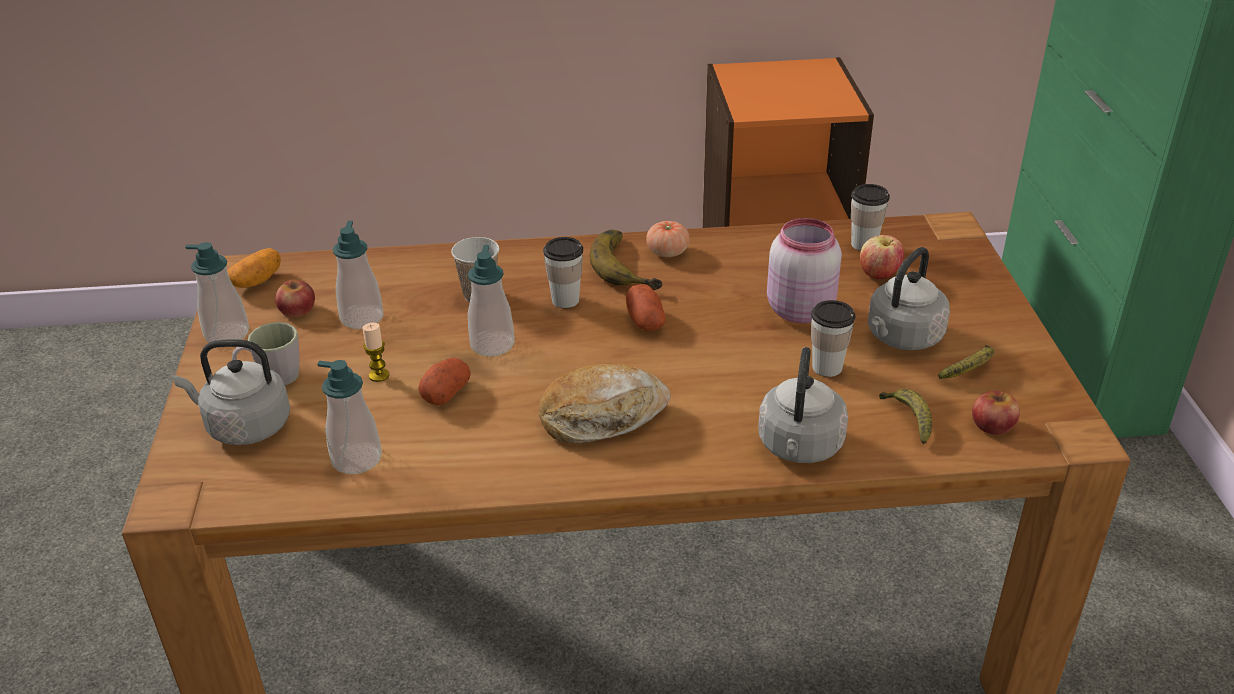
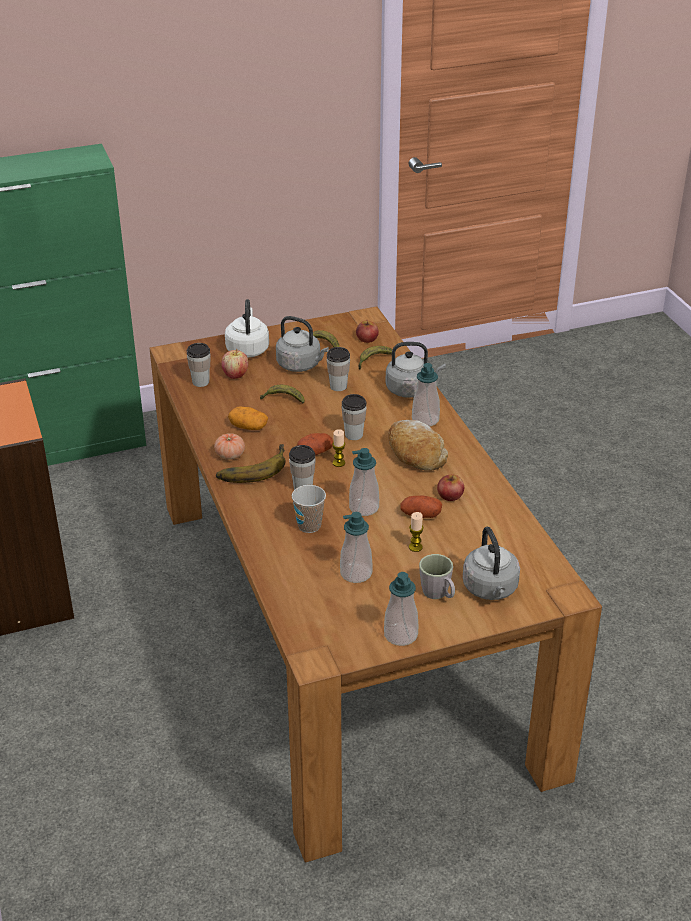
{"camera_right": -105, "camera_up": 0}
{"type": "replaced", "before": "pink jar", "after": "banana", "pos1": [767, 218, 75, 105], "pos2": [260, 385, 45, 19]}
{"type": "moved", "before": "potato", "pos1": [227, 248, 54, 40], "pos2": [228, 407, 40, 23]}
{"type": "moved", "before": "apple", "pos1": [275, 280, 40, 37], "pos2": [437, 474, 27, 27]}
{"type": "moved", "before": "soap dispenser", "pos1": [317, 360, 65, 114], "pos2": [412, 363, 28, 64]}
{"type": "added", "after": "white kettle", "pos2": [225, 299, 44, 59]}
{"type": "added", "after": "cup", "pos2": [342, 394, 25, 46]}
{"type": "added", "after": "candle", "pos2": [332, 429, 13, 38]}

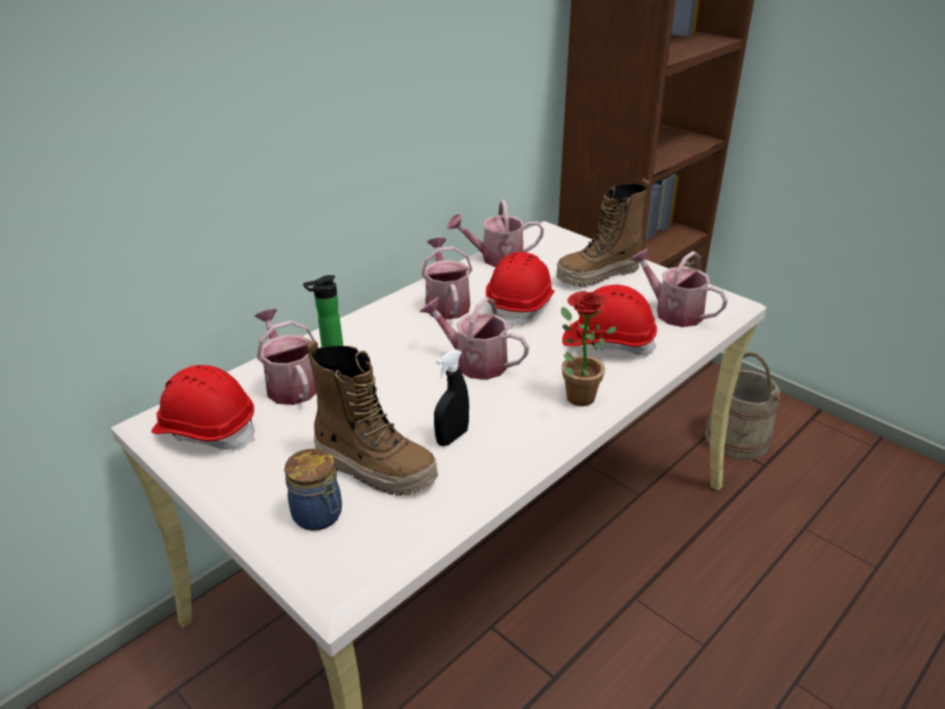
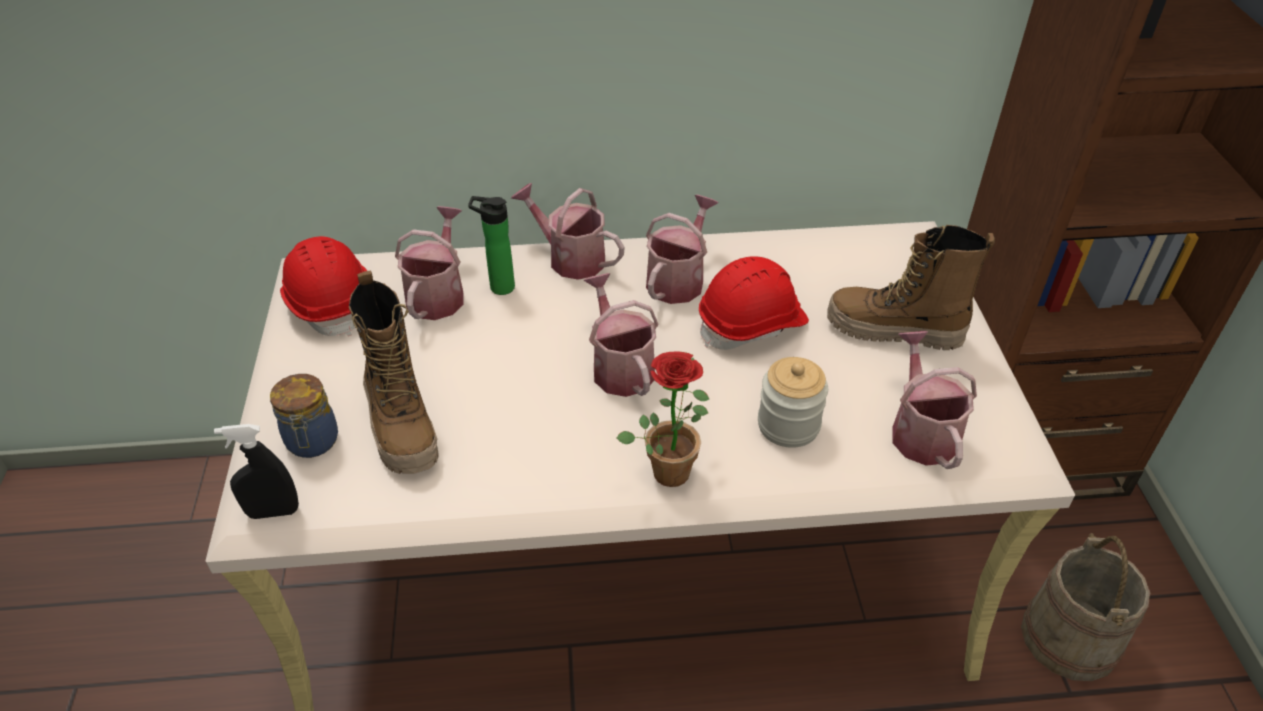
{"camera_right": 40, "camera_up": 10}
{"type": "moved", "before": "watering can", "pos1": [447, 199, 97, 68], "pos2": [511, 183, 114, 97]}
{"type": "replaced", "before": "red hard hat", "after": "jar", "pos1": [562, 285, 95, 71], "pos2": [758, 357, 70, 91]}
{"type": "moved", "before": "black spray bottle", "pos1": [434, 349, 35, 97], "pos2": [214, 424, 85, 95]}

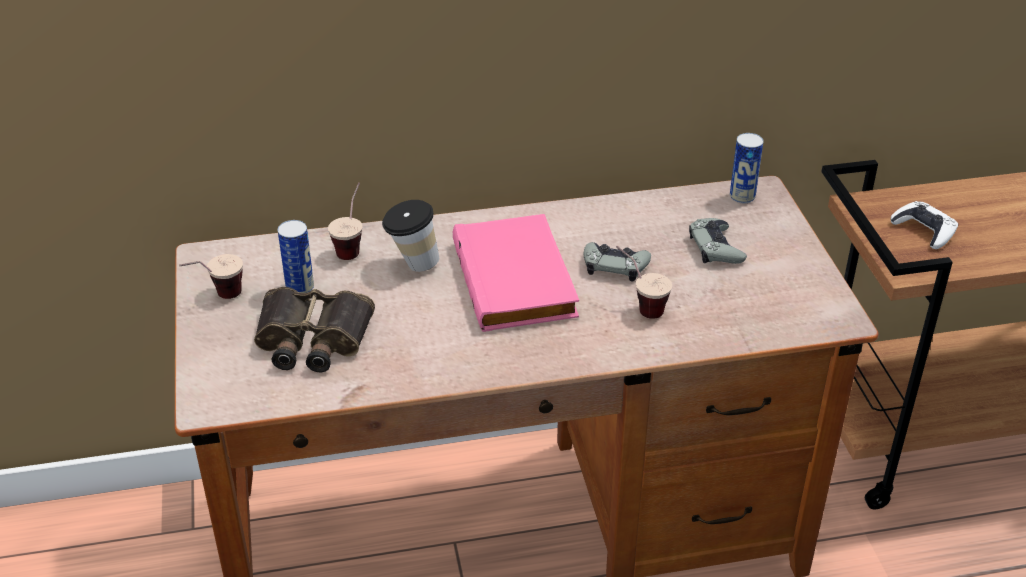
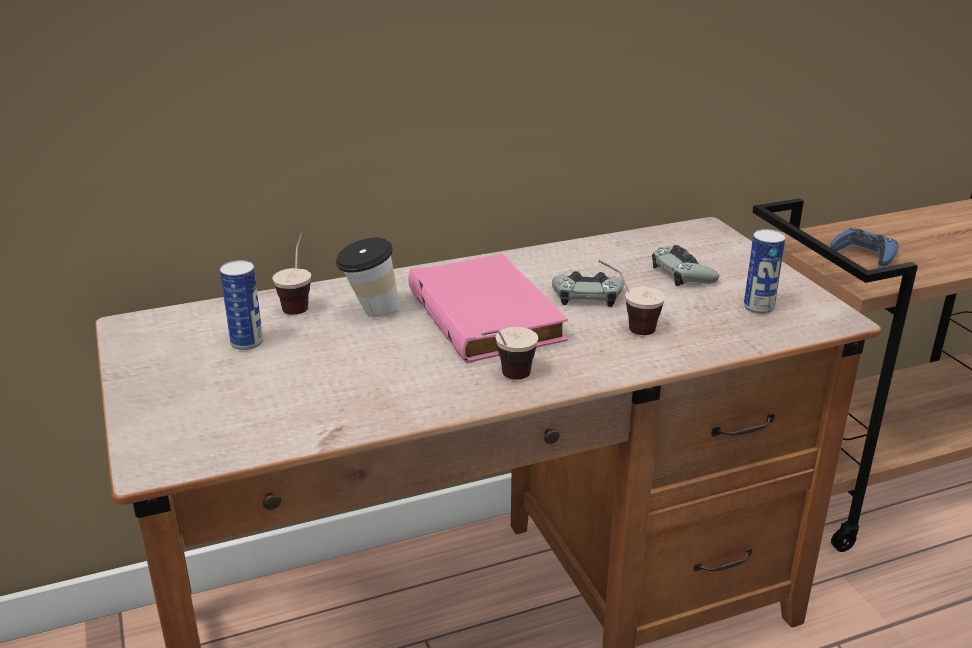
{"camera_right": -10, "camera_up": -10}
{"type": "moved", "before": "can", "pos1": [730, 133, 34, 70], "pos2": [744, 229, 42, 85]}
{"type": "recoloured", "before": "white game controller", "after": "blue game controller", "pos1": [891, 201, 67, 48], "pos2": [830, 228, 68, 38]}
{"type": "moved", "before": "cup", "pos1": [179, 254, 64, 45], "pos2": [481, 327, 57, 53]}
{"type": "removed", "before": "binoculars", "pos1": [254, 287, 121, 86]}

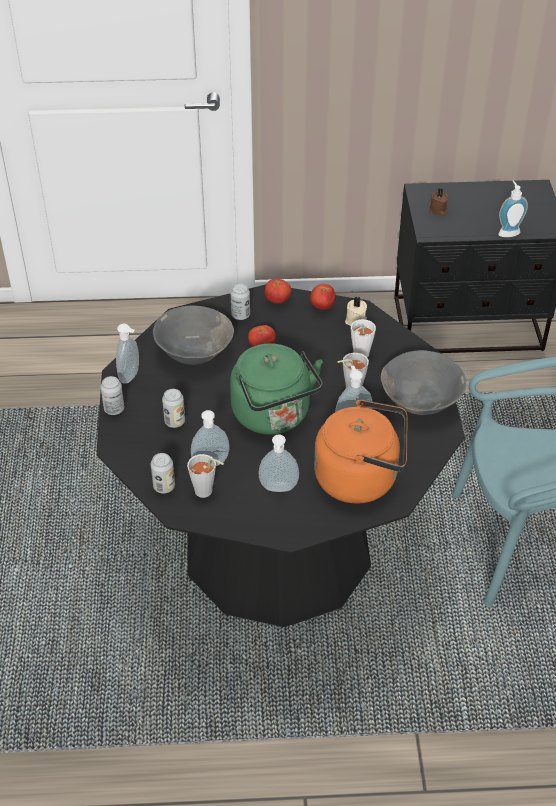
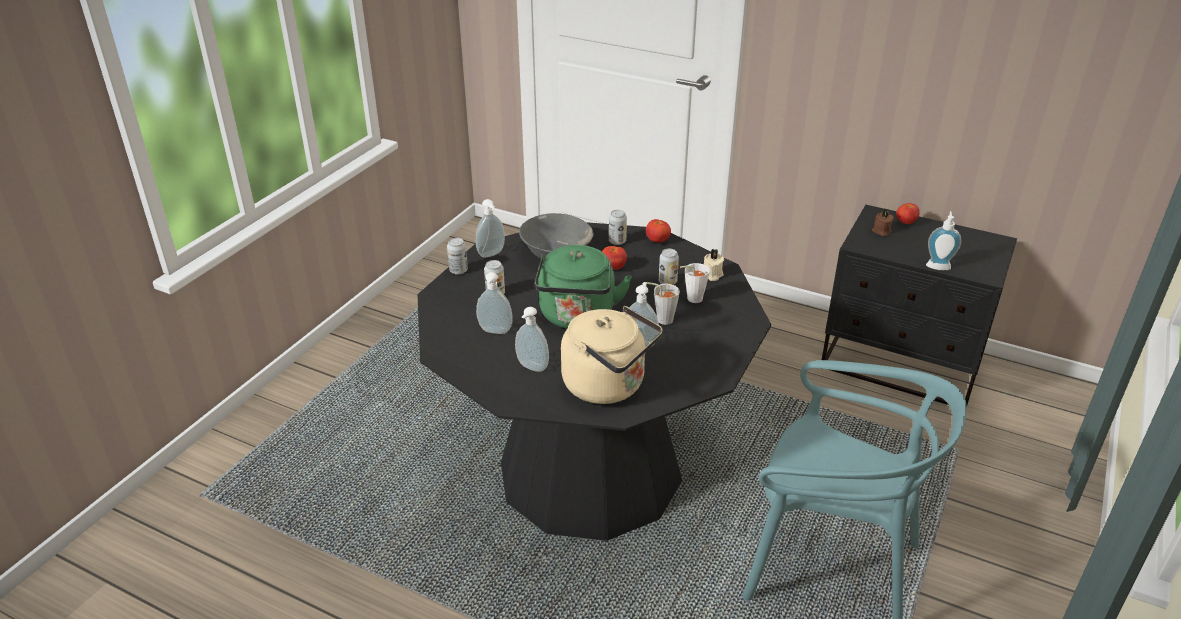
{"camera_right": 30, "camera_up": -10}
{"type": "moved", "before": "tomato", "pos1": [310, 284, 25, 26], "pos2": [896, 203, 24, 21]}
{"type": "removed", "before": "grey bowl", "pos1": [381, 350, 85, 65]}
{"type": "recoloured", "before": "orange kettle", "after": "beige kettle", "pos1": [314, 400, 94, 104], "pos2": [561, 306, 102, 98]}
{"type": "moved", "before": "can", "pos1": [151, 453, 24, 40], "pos2": [659, 249, 20, 36]}
{"type": "removed", "before": "grey cup", "pos1": [187, 454, 37, 44]}

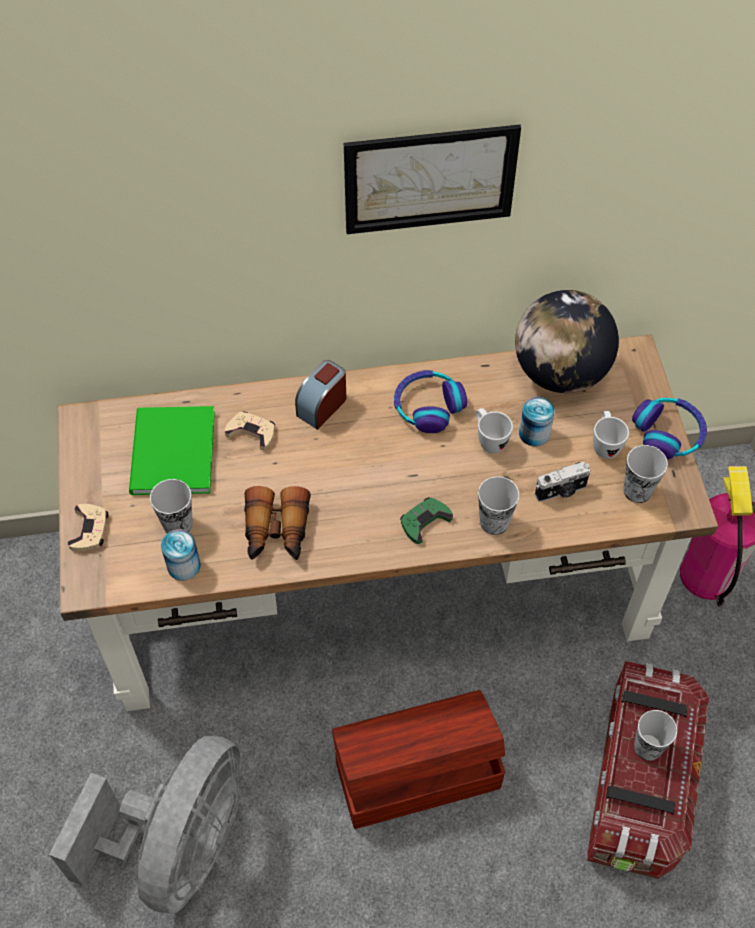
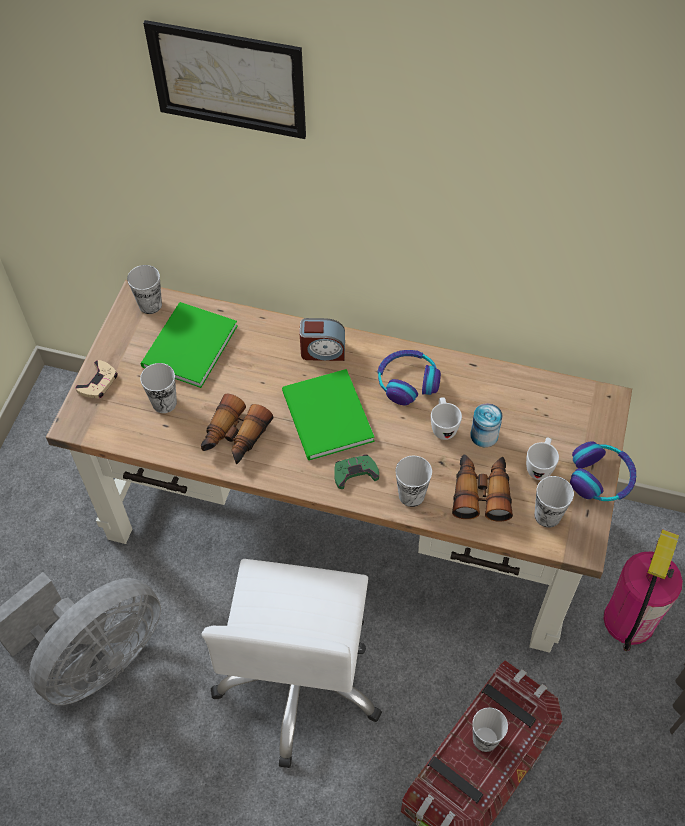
{"camera_right": 25, "camera_up": 0}
{"type": "moved", "before": "picture", "pos1": [344, 125, 177, 109], "pos2": [143, 20, 163, 119]}
{"type": "removed", "before": "globe", "pos1": [515, 290, 104, 103]}
{"type": "turned", "before": "alarm clock", "pos1": [295, 360, 51, 70], "pos2": [299, 318, 46, 43], "turn": -150}
{"type": "removed", "before": "beige game controller", "pos1": [225, 411, 50, 39]}
{"type": "replaced", "before": "photo camera", "after": "binoculars", "pos1": [535, 462, 56, 40], "pos2": [452, 454, 61, 68]}
{"type": "removed", "before": "can", "pos1": [161, 529, 40, 52]}
{"type": "replaced", "before": "brown storage box", "after": "white office chair", "pos1": [332, 690, 174, 139], "pos2": [201, 559, 181, 209]}
{"type": "added", "after": "cup", "pos2": [127, 265, 35, 49]}
{"type": "added", "after": "green book", "pos2": [282, 369, 92, 92]}

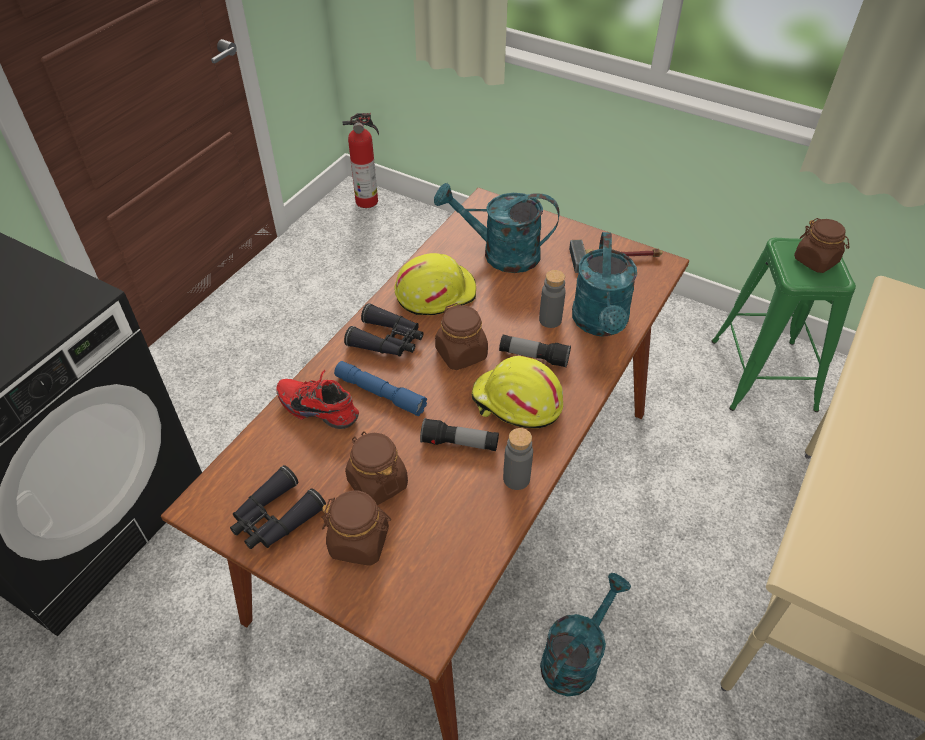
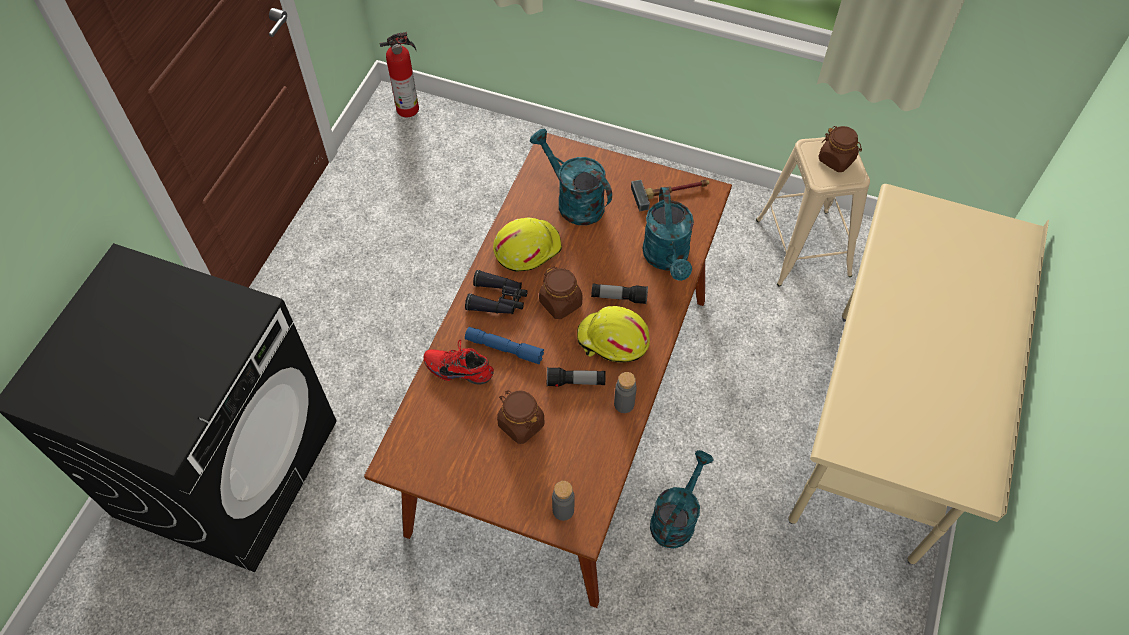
{"camera_right": -10, "camera_up": 10}
{"type": "turned", "before": "turquoise watering can", "pos1": [434, 183, 126, 90], "pos2": [530, 129, 82, 96], "turn": 45}
{"type": "recoloured", "before": "green stool", "after": "beige stool", "pos1": [712, 238, 144, 174], "pos2": [756, 137, 114, 150]}
{"type": "moved", "before": "grey bottle", "pos1": [539, 270, 27, 58], "pos2": [552, 481, 23, 40]}
{"type": "removed", "before": "black binoculars", "pos1": [230, 465, 96, 84]}
{"type": "removed", "before": "brown jar", "pos1": [321, 491, 70, 75]}

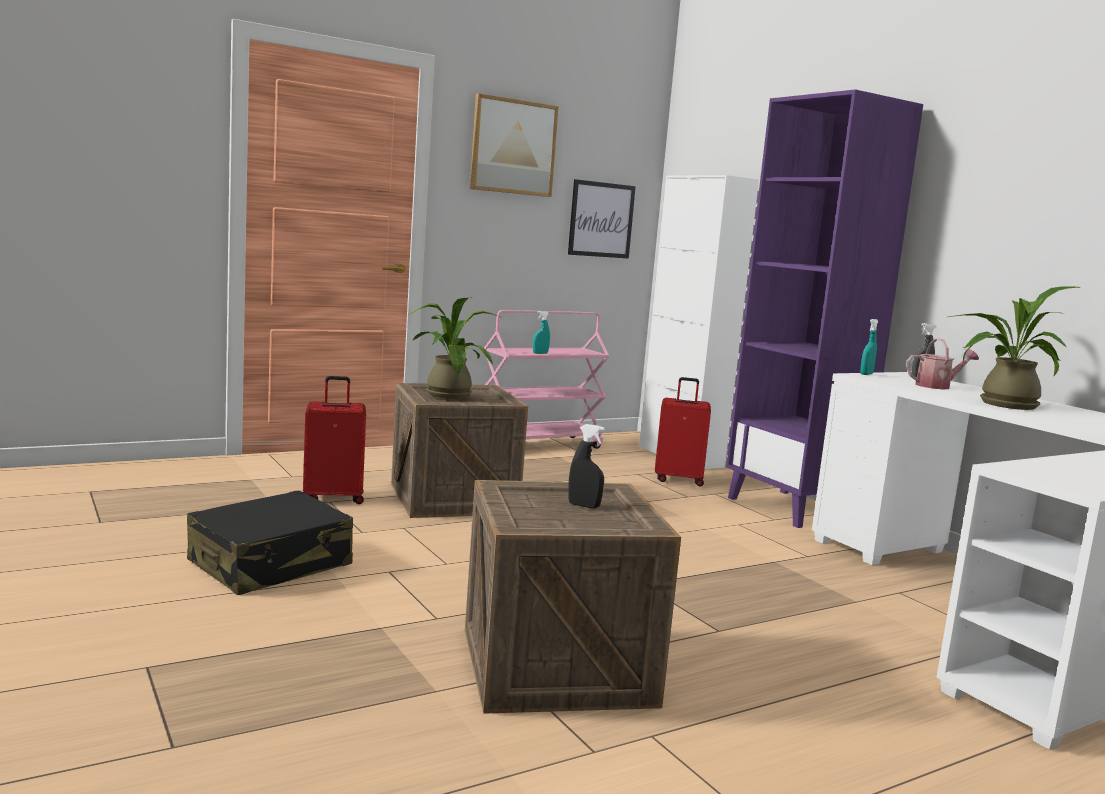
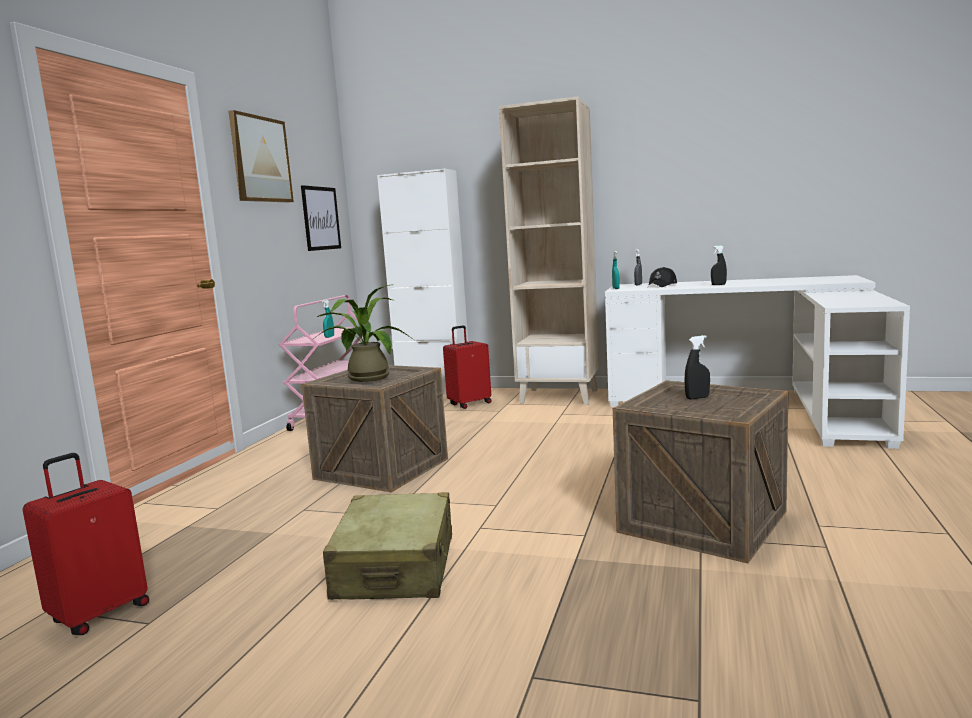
{"camera_right": -40, "camera_up": 0}
{"type": "recoloured", "before": "purple bookcase", "after": "beige bookcase", "pos1": [726, 89, 197, 439], "pos2": [499, 96, 100, 309]}
{"type": "replaced", "before": "potted plant", "after": "black spray bottle", "pos1": [949, 286, 132, 124], "pos2": [711, 245, 16, 40]}
{"type": "replaced", "before": "watering can", "after": "black cap", "pos1": [906, 338, 73, 51], "pos2": [648, 267, 29, 20]}
{"type": "moved", "before": "red suitcase", "pos1": [303, 376, 63, 128], "pos2": [23, 453, 126, 182]}
{"type": "recoloured", "before": "black suitcase", "after": "beige suitcase", "pos1": [187, 490, 166, 105], "pos2": [323, 492, 129, 108]}

